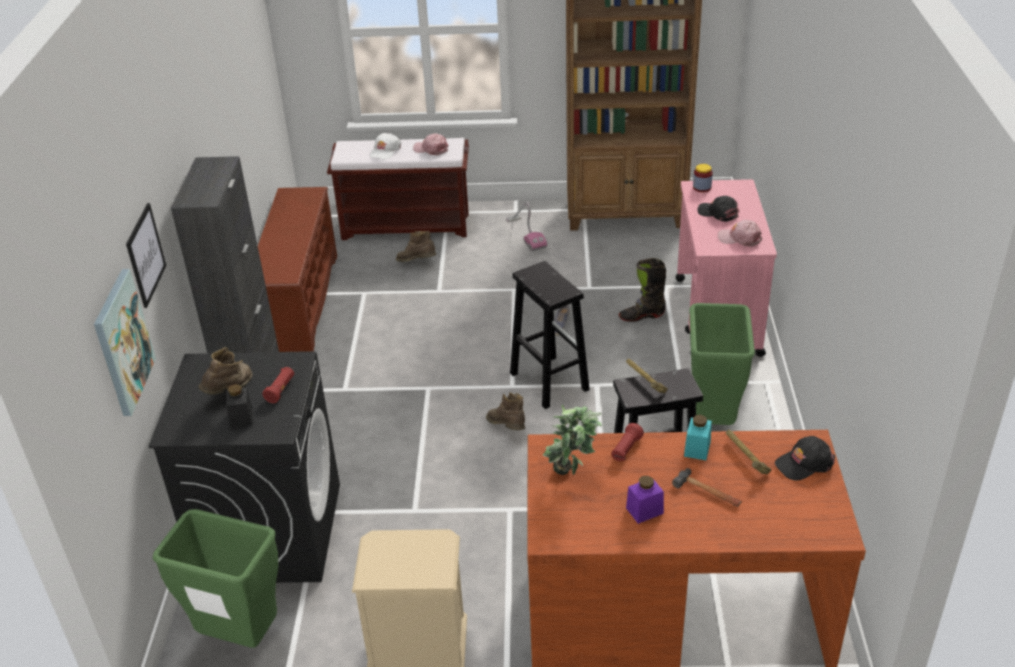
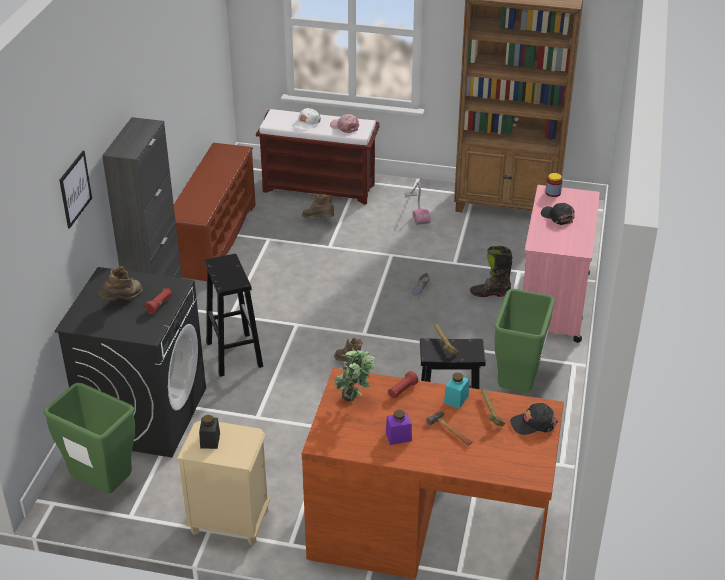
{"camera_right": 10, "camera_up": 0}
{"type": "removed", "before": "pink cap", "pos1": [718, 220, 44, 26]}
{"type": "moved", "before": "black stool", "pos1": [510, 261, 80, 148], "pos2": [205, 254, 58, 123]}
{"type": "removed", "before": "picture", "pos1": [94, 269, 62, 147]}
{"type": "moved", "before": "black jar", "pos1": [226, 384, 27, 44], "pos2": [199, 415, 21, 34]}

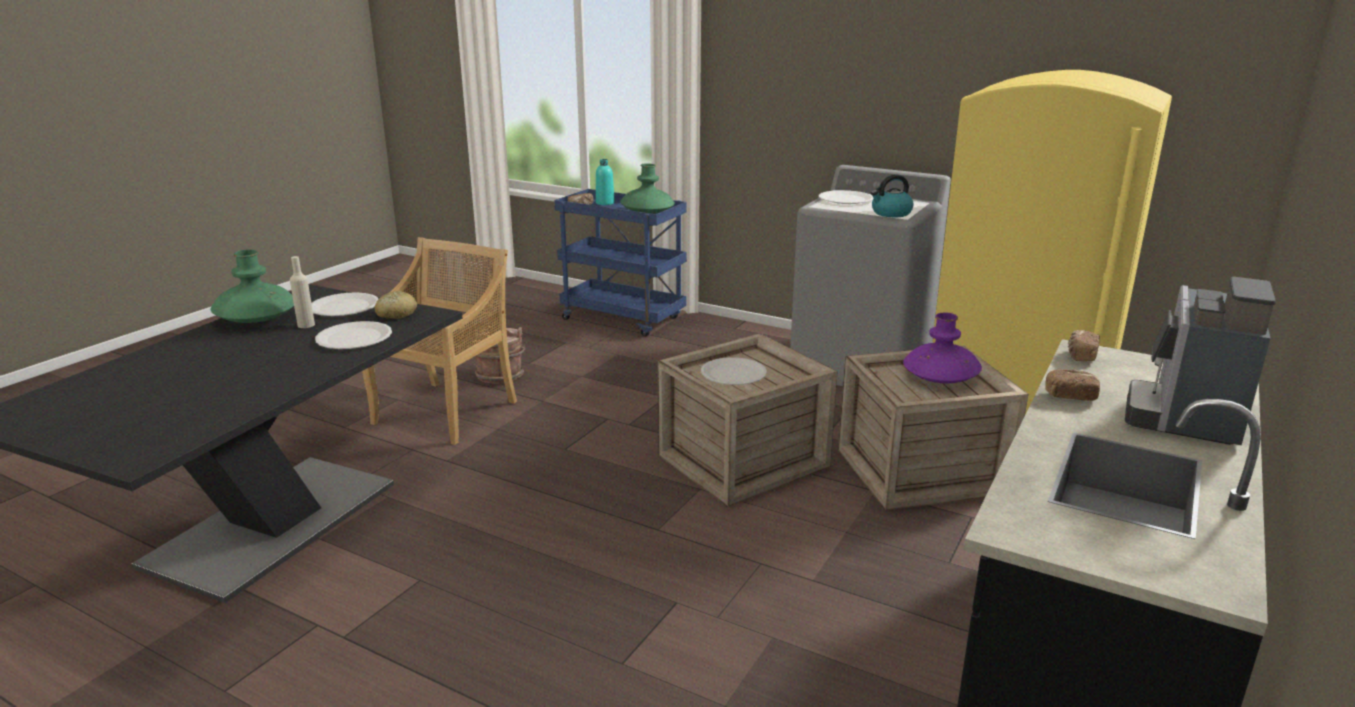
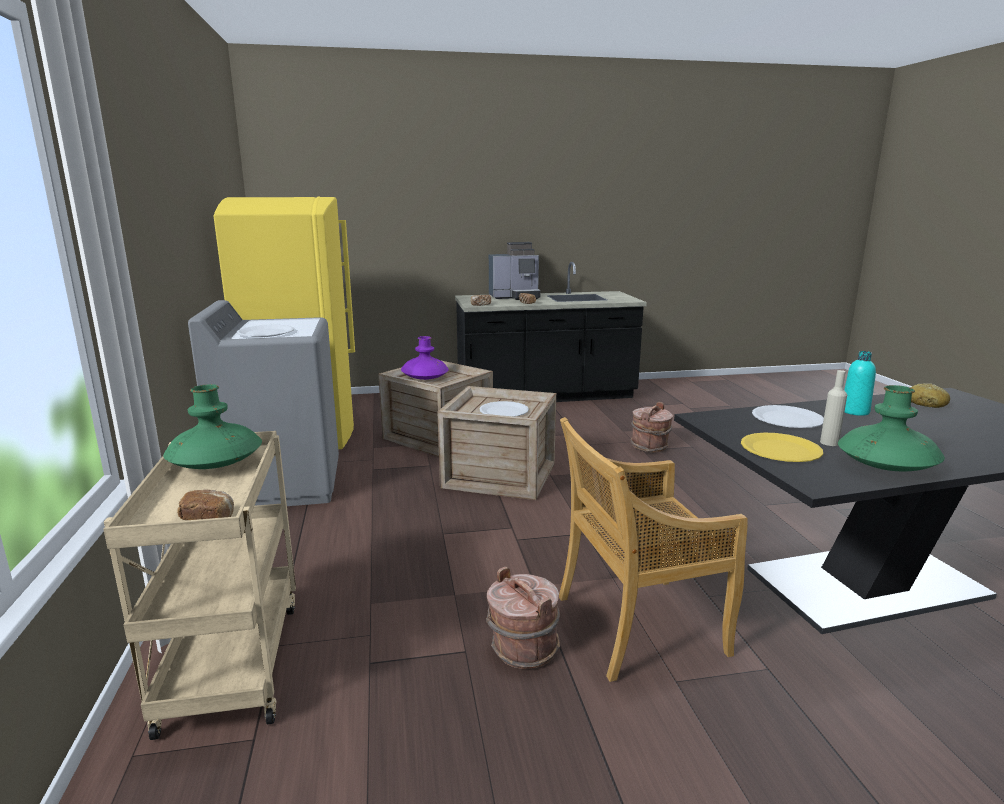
{"camera_right": -130, "camera_up": -5}
{"type": "moved", "before": "turquoise bottle", "pos1": [596, 159, 19, 46], "pos2": [844, 351, 32, 65]}
{"type": "removed", "before": "kettle", "pos1": [871, 175, 42, 42]}
{"type": "recoloured", "before": "blue cart", "after": "beige cart", "pos1": [555, 189, 132, 148], "pos2": [103, 431, 193, 309]}
{"type": "moved", "before": "bread", "pos1": [375, 291, 42, 28], "pos2": [910, 383, 40, 25]}
{"type": "recoloured", "before": "white plate", "after": "yellow plate", "pos1": [312, 292, 66, 24], "pos2": [741, 433, 82, 29]}
{"type": "added", "after": "brown bucket", "pos2": [631, 402, 42, 50]}

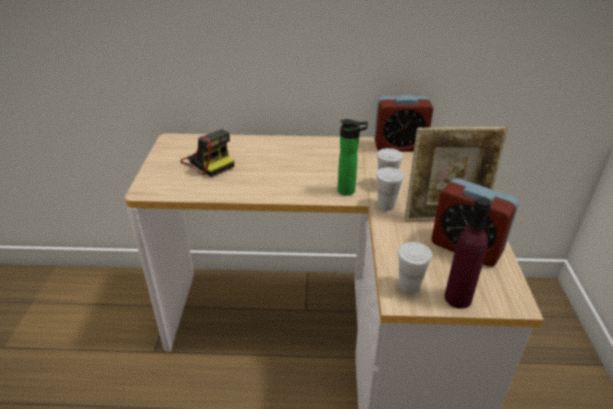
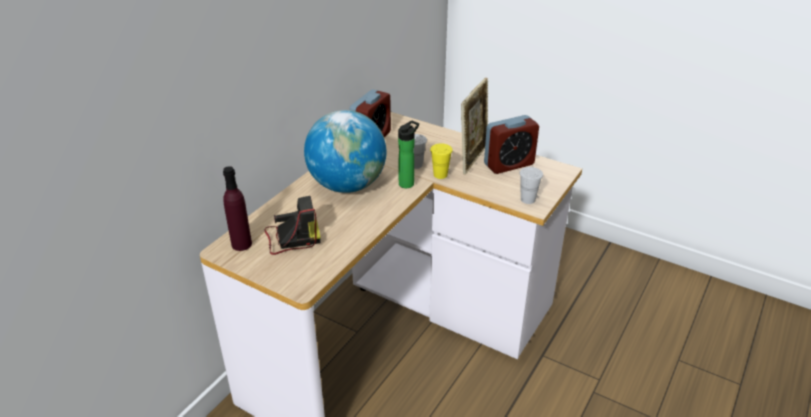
{"camera_right": -60, "camera_up": 0}
{"type": "recoloured", "before": "white cup", "after": "yellow cup", "pos1": [376, 167, 28, 44], "pos2": [430, 143, 23, 36]}
{"type": "moved", "before": "purple bottle", "pos1": [444, 197, 47, 112], "pos2": [223, 166, 29, 85]}
{"type": "added", "after": "globe", "pos2": [304, 110, 82, 83]}

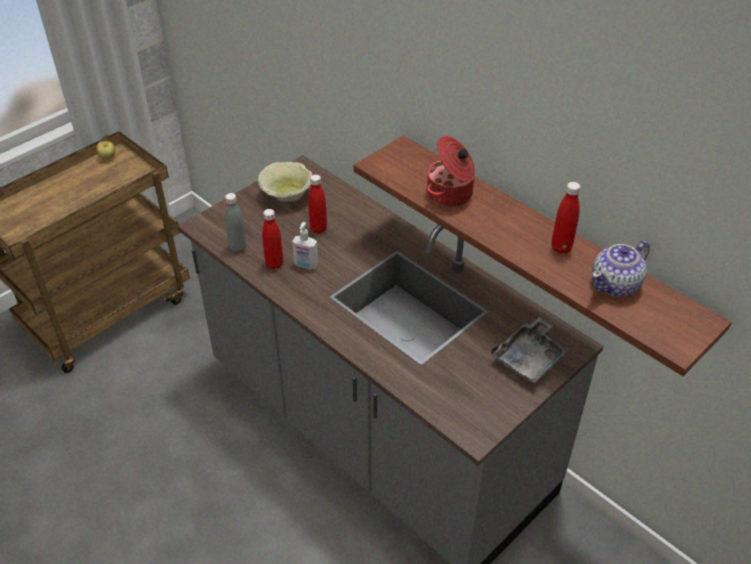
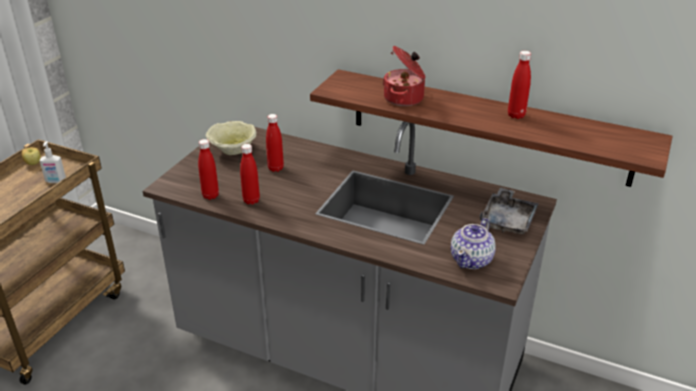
{"camera_right": -20, "camera_up": -10}
{"type": "recoloured", "before": "grey bottle", "after": "red bottle", "pos1": [225, 193, 22, 60], "pos2": [198, 139, 21, 61]}
{"type": "moved", "before": "soap dispenser", "pos1": [292, 222, 26, 47], "pos2": [39, 141, 27, 42]}
{"type": "moved", "before": "teapot", "pos1": [592, 241, 58, 56], "pos2": [451, 218, 45, 51]}

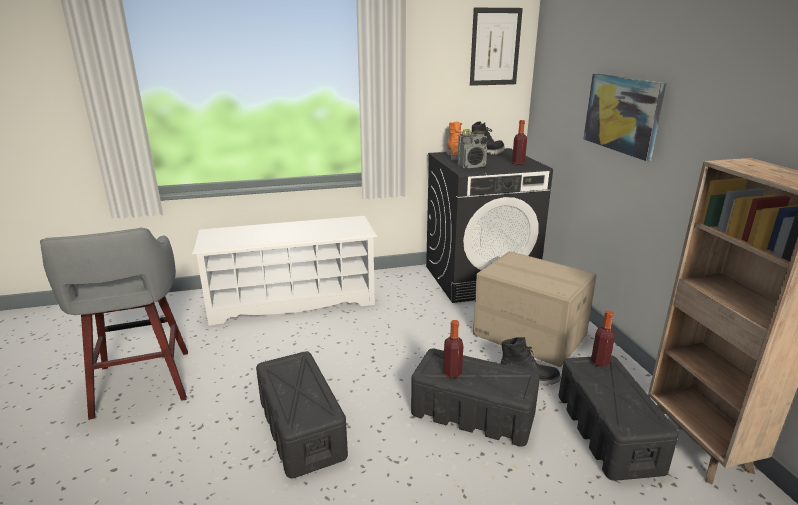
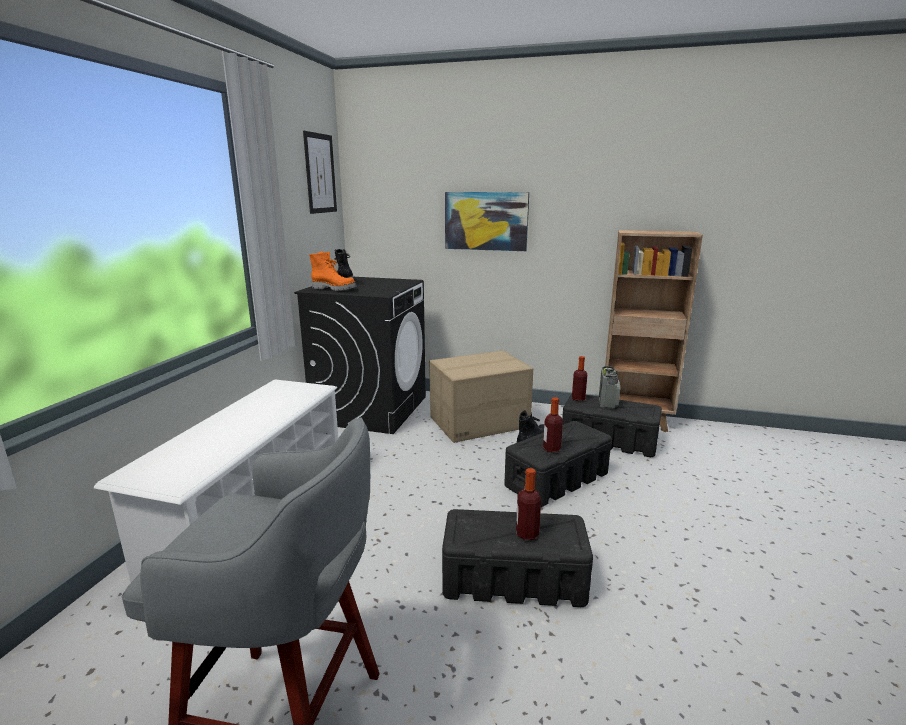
{"camera_right": -60, "camera_up": -5}
{"type": "moved", "before": "bottle", "pos1": [512, 120, 15, 45], "pos2": [516, 468, 25, 72]}
{"type": "moved", "before": "radio", "pos1": [457, 129, 31, 39], "pos2": [599, 366, 21, 42]}

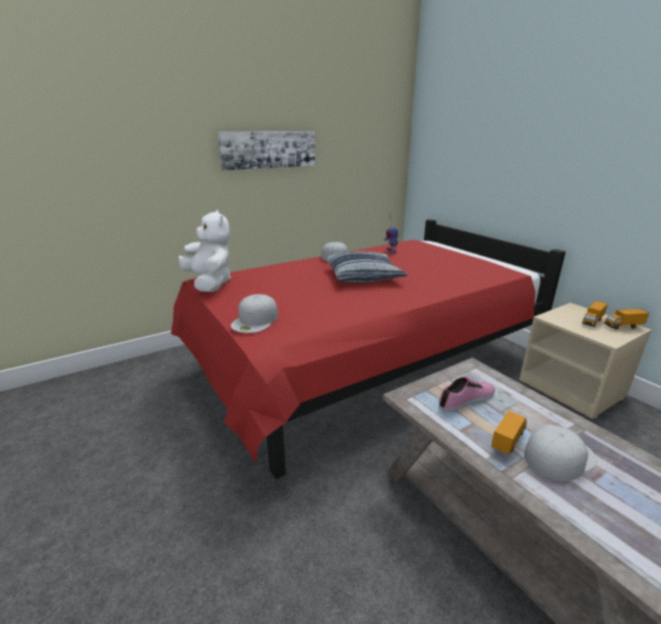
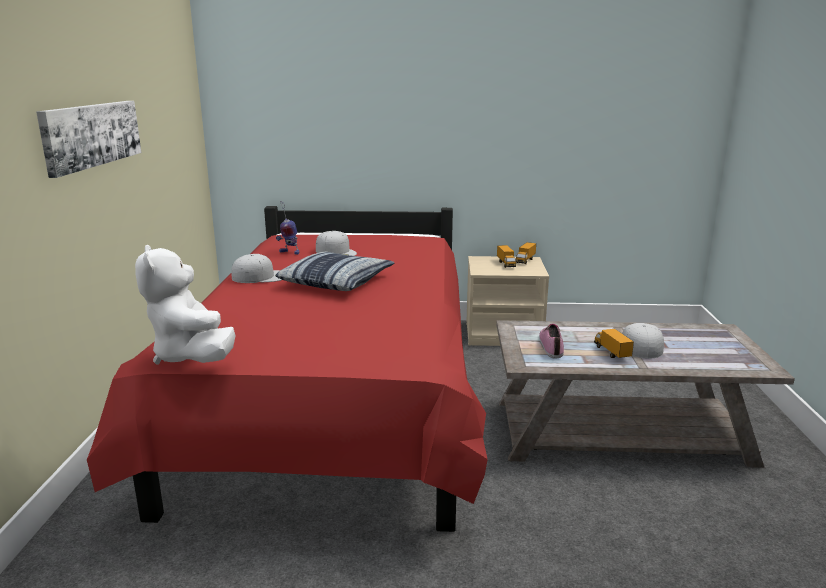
{"camera_right": -55, "camera_up": -5}
{"type": "turned", "before": "white plush toy", "pos1": [178, 209, 53, 83], "pos2": [135, 245, 101, 120], "turn": -120}
{"type": "moved", "before": "white cap", "pos1": [231, 294, 47, 39], "pos2": [316, 231, 41, 25]}

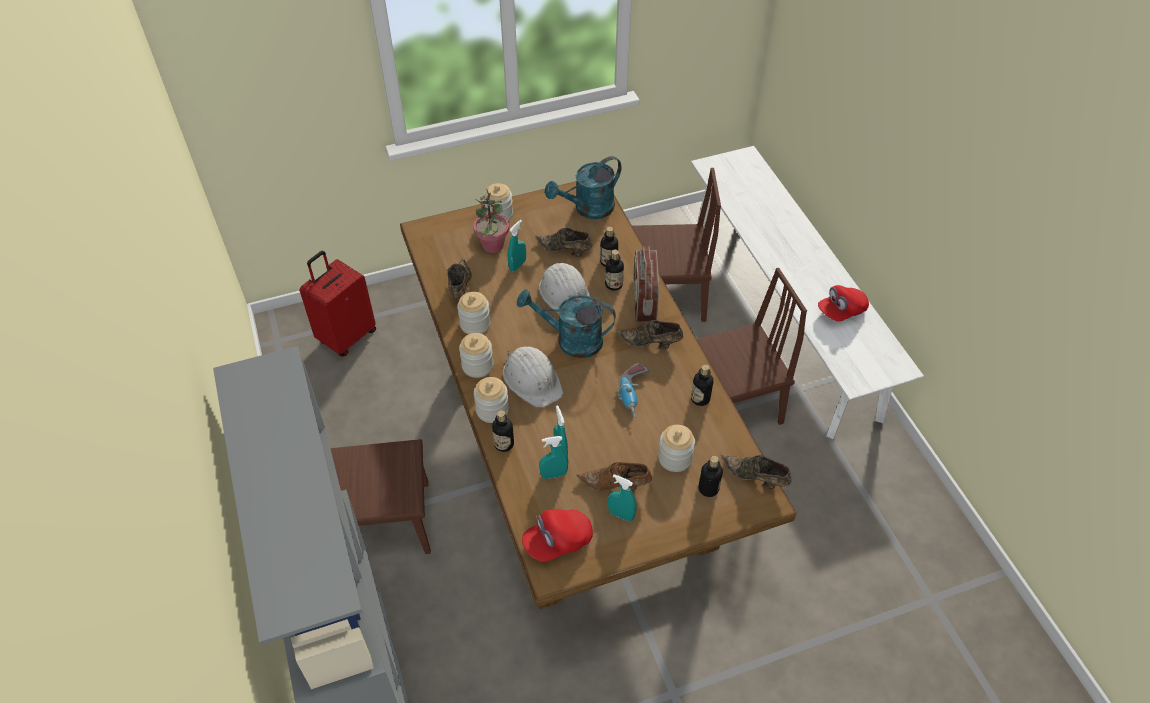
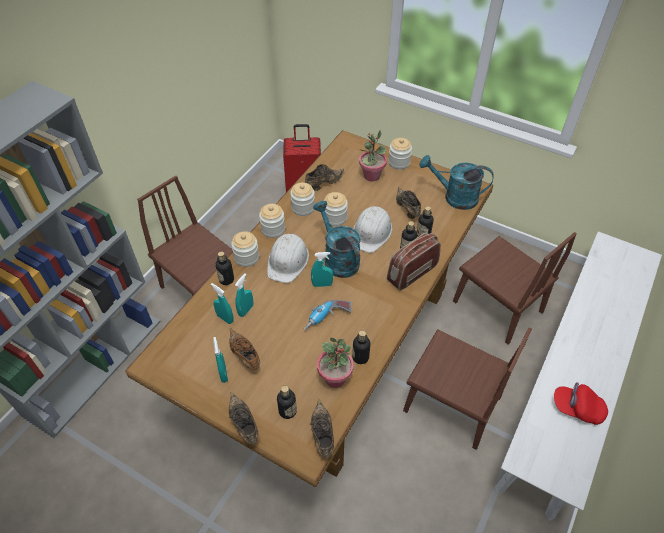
{"camera_right": 50, "camera_up": 0}
{"type": "moved", "before": "turquoise spray bottle", "pos1": [508, 220, 18, 51], "pos2": [311, 252, 22, 35]}
{"type": "moved", "before": "brown shoe", "pos1": [616, 320, 67, 29], "pos2": [229, 392, 30, 52]}
{"type": "moved", "before": "jar", "pos1": [658, 425, 37, 47], "pos2": [324, 192, 24, 34]}
{"type": "removed", "before": "red cap", "pos1": [522, 509, 71, 53]}
{"type": "added", "after": "potted plant", "pos2": [317, 338, 37, 50]}

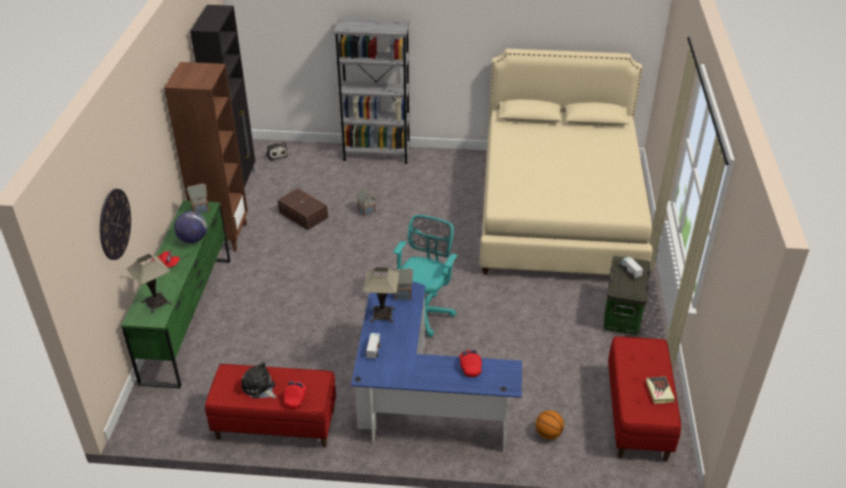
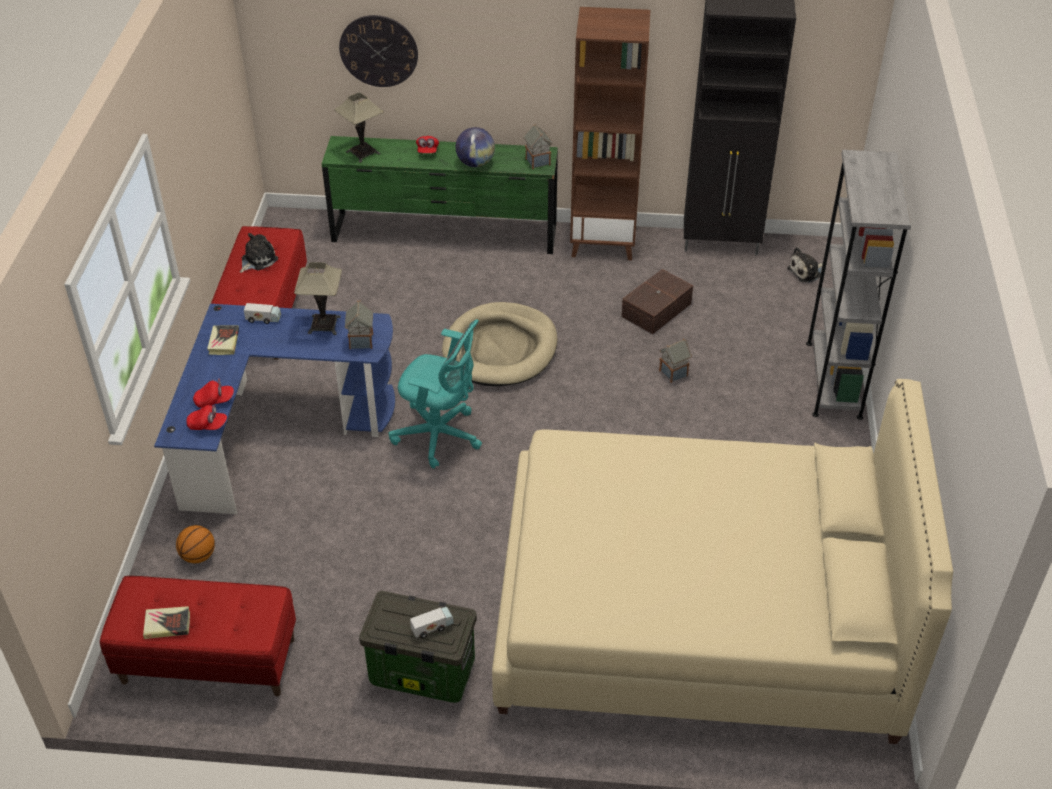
{"camera_right": 90, "camera_up": 5}
{"type": "moved", "before": "red cap", "pos1": [283, 381, 23, 28], "pos2": [186, 405, 41, 25]}
{"type": "added", "after": "beige dog bed", "pos2": [442, 302, 115, 84]}
{"type": "added", "after": "book", "pos2": [207, 325, 32, 30]}

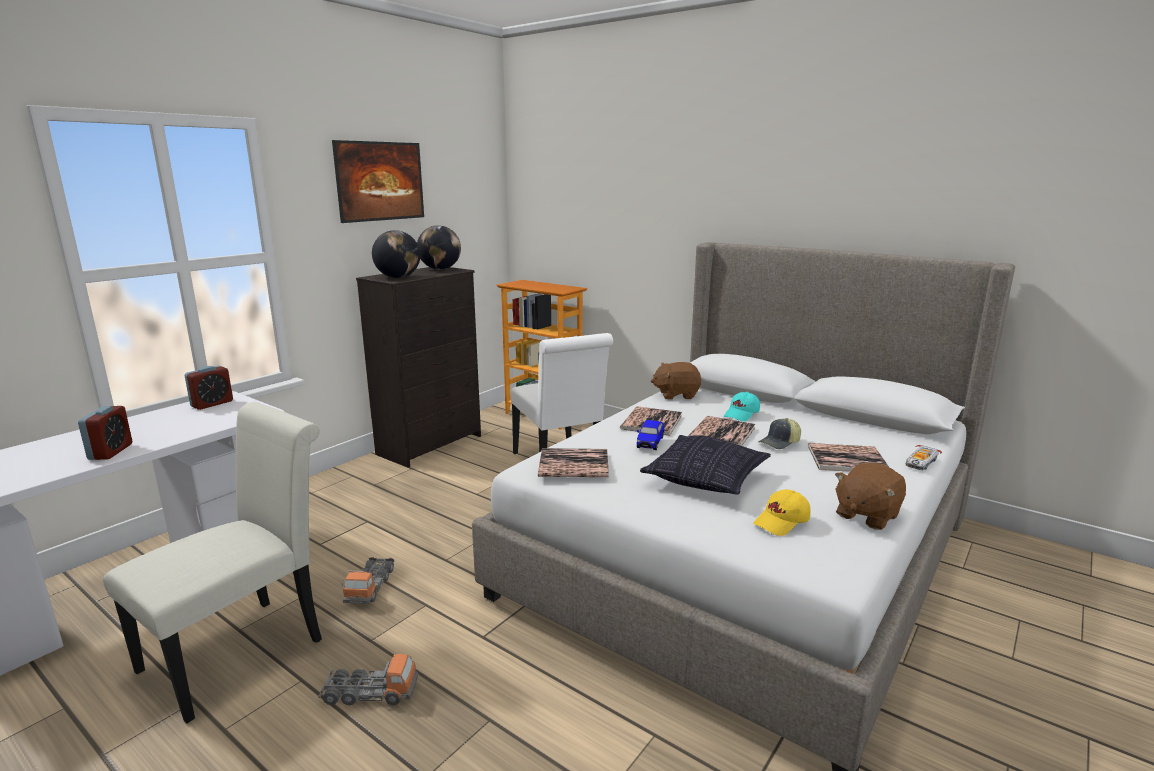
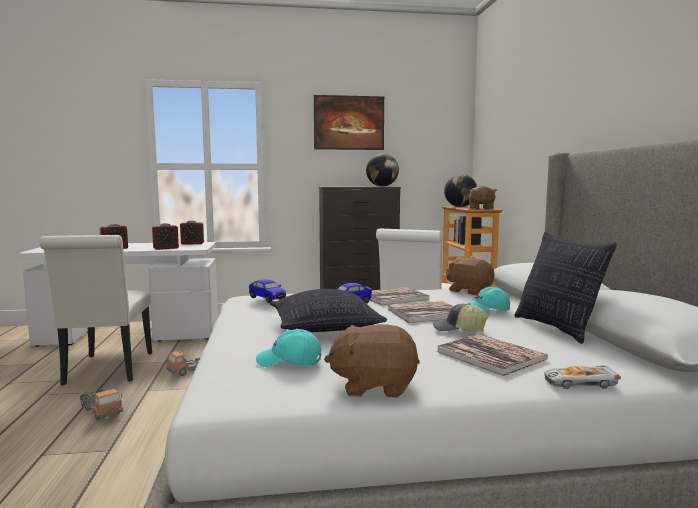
{"camera_right": 45, "camera_up": -10}
{"type": "moved", "before": "globe", "pos1": [372, 230, 48, 48], "pos2": [444, 174, 33, 33]}
{"type": "turned", "before": "white chair", "pos1": [103, 402, 219, 321], "pos2": [39, 235, 113, 151], "turn": 90}
{"type": "replaced", "before": "book", "after": "toy car", "pos1": [538, 448, 71, 29], "pos2": [249, 279, 37, 24]}
{"type": "recoloured", "before": "yellow cap", "after": "turquoise cap", "pos1": [753, 489, 57, 47], "pos2": [256, 329, 65, 38]}
{"type": "added", "after": "brown plush toy", "pos2": [469, 186, 28, 24]}
{"type": "added", "after": "alarm clock", "pos2": [152, 223, 27, 27]}
{"type": "added", "after": "pillow", "pos2": [514, 232, 103, 112]}

